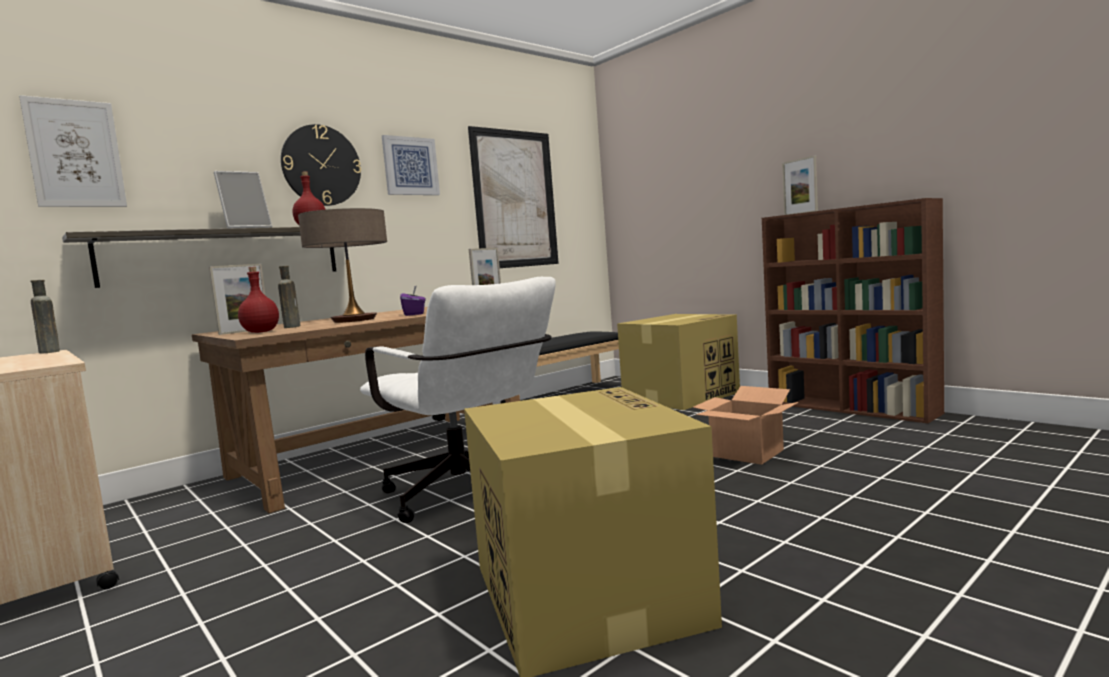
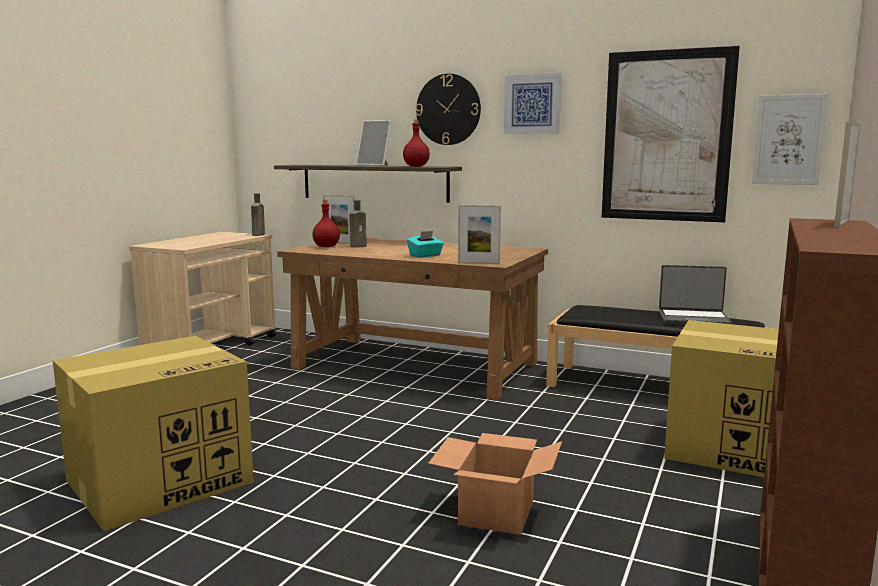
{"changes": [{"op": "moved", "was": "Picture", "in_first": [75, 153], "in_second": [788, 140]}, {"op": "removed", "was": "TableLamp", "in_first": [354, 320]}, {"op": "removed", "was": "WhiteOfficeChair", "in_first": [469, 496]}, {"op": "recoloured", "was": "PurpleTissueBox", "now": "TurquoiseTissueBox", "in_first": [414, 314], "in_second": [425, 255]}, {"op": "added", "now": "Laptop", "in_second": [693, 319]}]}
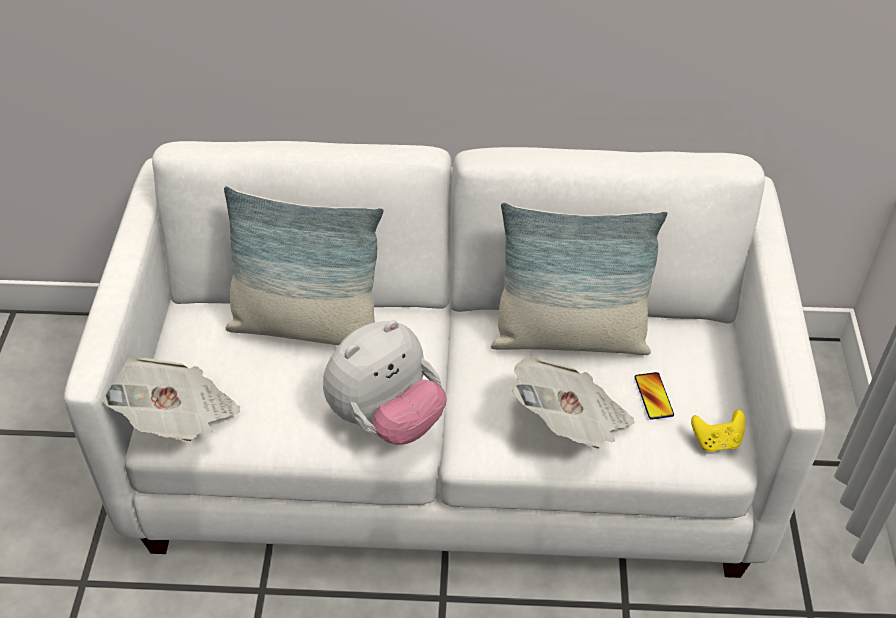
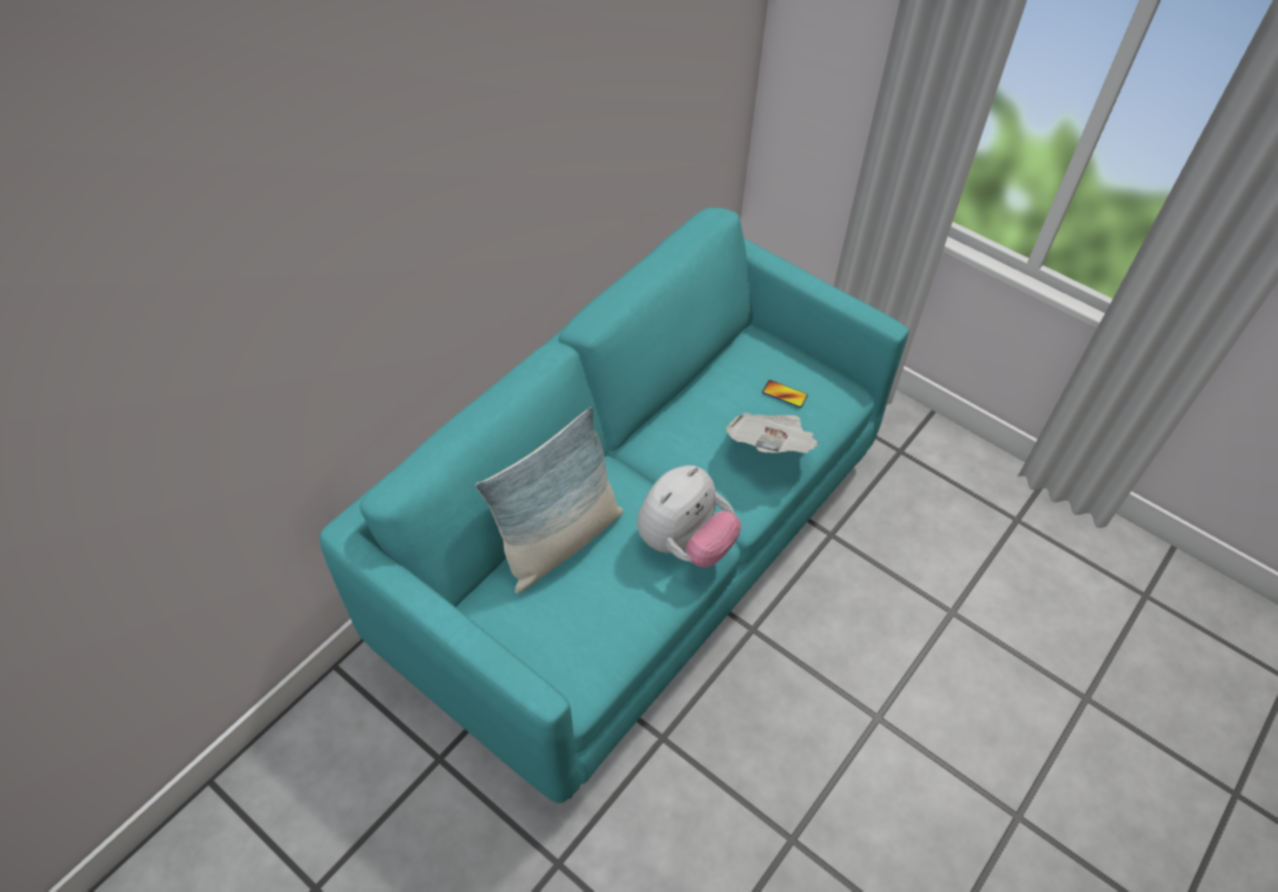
{"changes": [{"op": "recoloured", "was": "WhiteSofa", "now": "TurquoiseSofa", "in_first": [450, 444], "in_second": [635, 548]}, {"op": "removed", "was": "Pillow", "in_first": [569, 337]}, {"op": "turned", "was": "PlushToy", "in_first": [386, 418], "in_second": [685, 543], "clockwise": 45}, {"op": "removed", "was": "Newspaper", "in_first": [177, 417]}, {"op": "removed", "was": "YellowGameController", "in_first": [716, 441]}]}
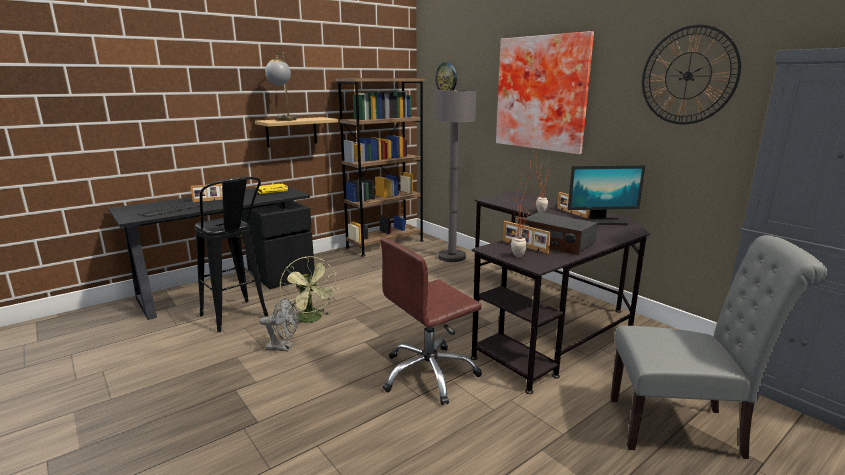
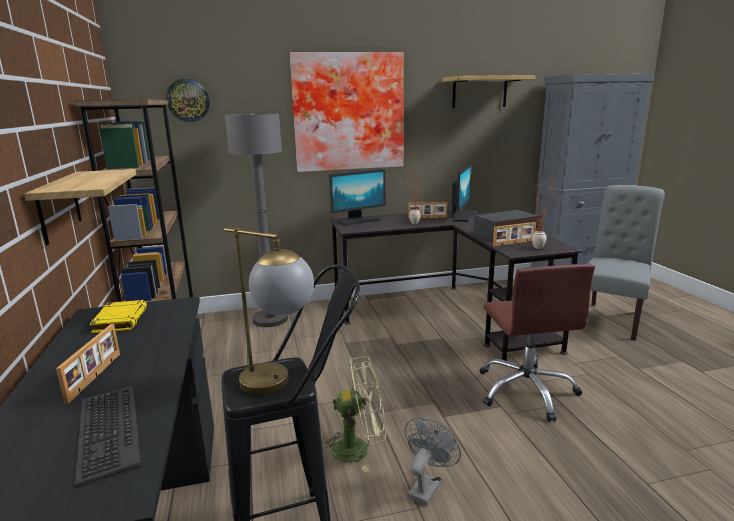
{"changes": [{"op": "replaced", "was": "WallClock", "now": "Shelf", "in_first": [688, 76], "in_second": [479, 92]}, {"op": "moved", "was": "TableLamp", "in_first": [284, 120], "in_second": [279, 386]}, {"op": "added", "now": "Monitor", "in_second": [358, 221]}]}
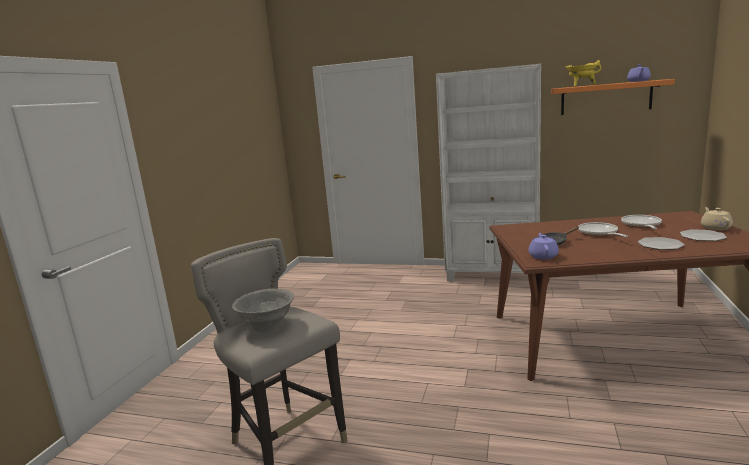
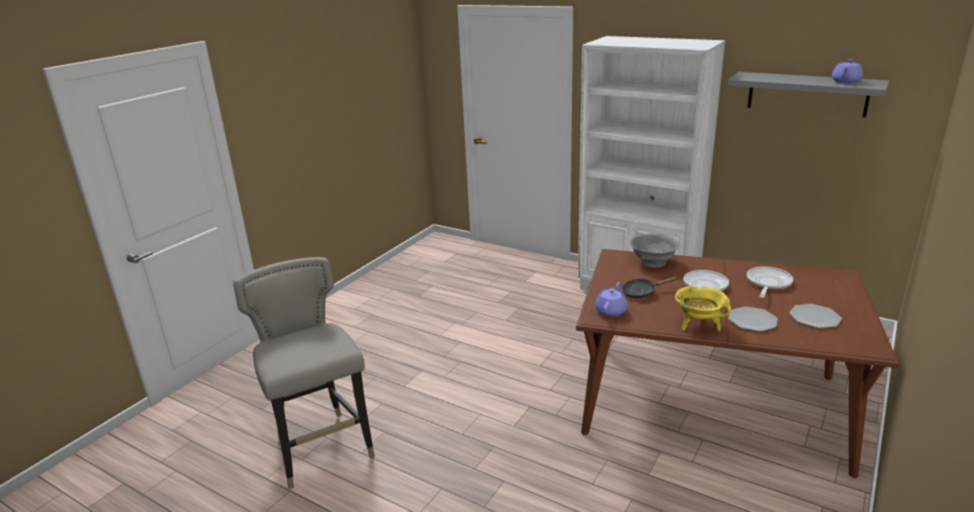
{"changes": [{"op": "moved", "was": "YellowCookingPot", "in_first": [581, 86], "in_second": [698, 326]}, {"op": "recoloured", "was": "OrangeShelf", "now": "GreyShelf", "in_first": [605, 98], "in_second": [807, 94]}, {"op": "removed", "was": "BeigeTeapot", "in_first": [715, 228]}, {"op": "moved", "was": "GreyBowl", "in_first": [267, 325], "in_second": [653, 262]}]}
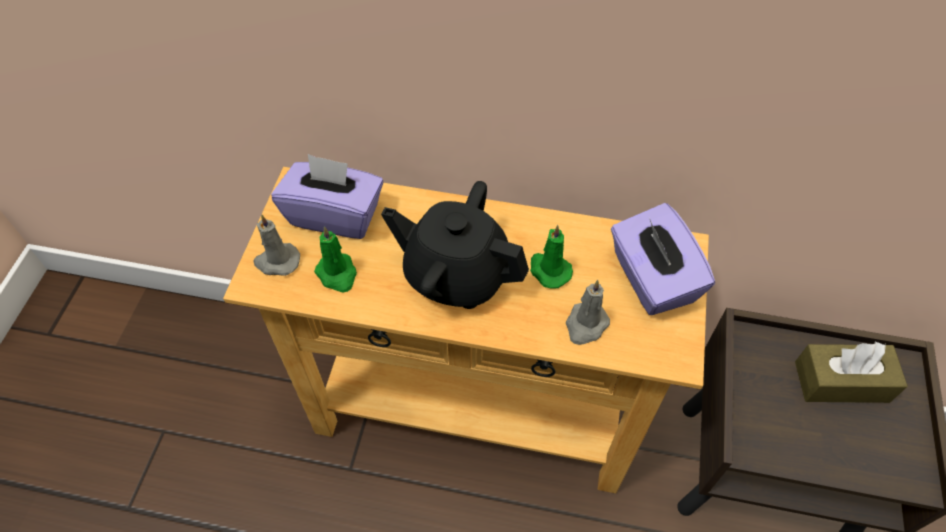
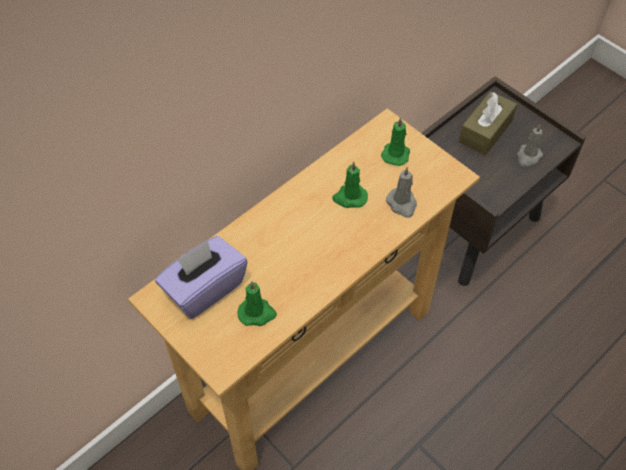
{"changes": [{"op": "removed", "was": "BlackTeapot", "in_first": [456, 275]}, {"op": "replaced", "was": "PurpleTissueBox", "now": "GreenCandle", "in_first": [651, 279], "in_second": [396, 153]}, {"op": "moved", "was": "GreyCandle", "in_first": [277, 261], "in_second": [528, 156]}]}
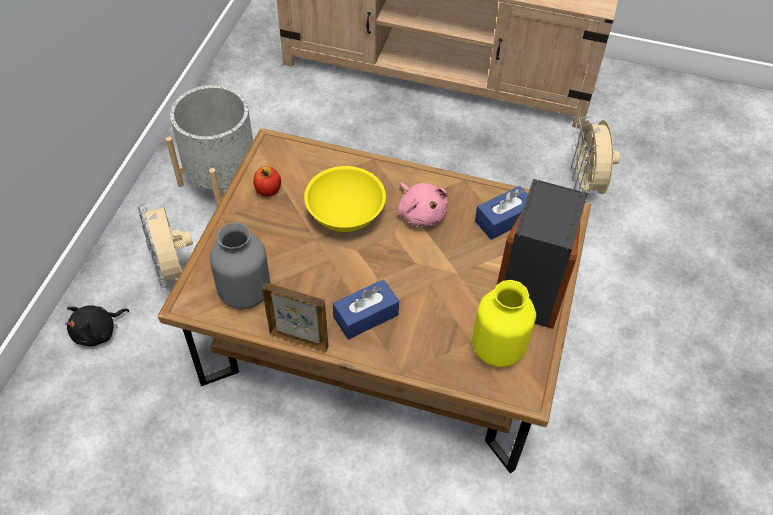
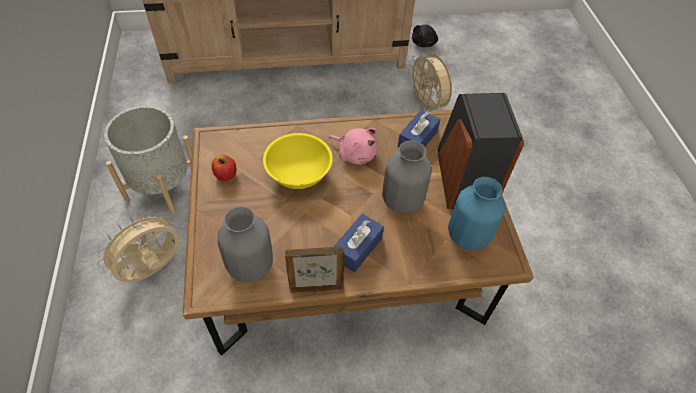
{"changes": [{"op": "turned", "was": "BeigeFan", "in_first": [173, 271], "in_second": [153, 270], "clockwise": 90}, {"op": "recoloured", "was": "YellowVase", "now": "BlueVase", "in_first": [497, 348], "in_second": [467, 236]}, {"op": "moved", "was": "BlackPlushToy", "in_first": [98, 332], "in_second": [424, 43]}, {"op": "added", "now": "GreyVase", "in_second": [403, 200]}]}
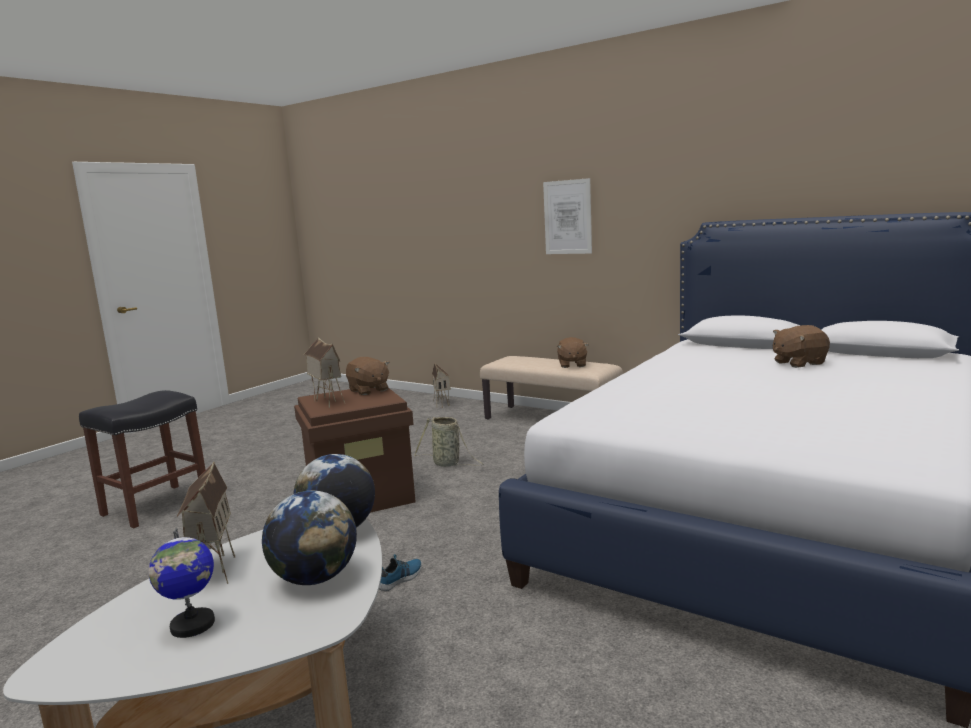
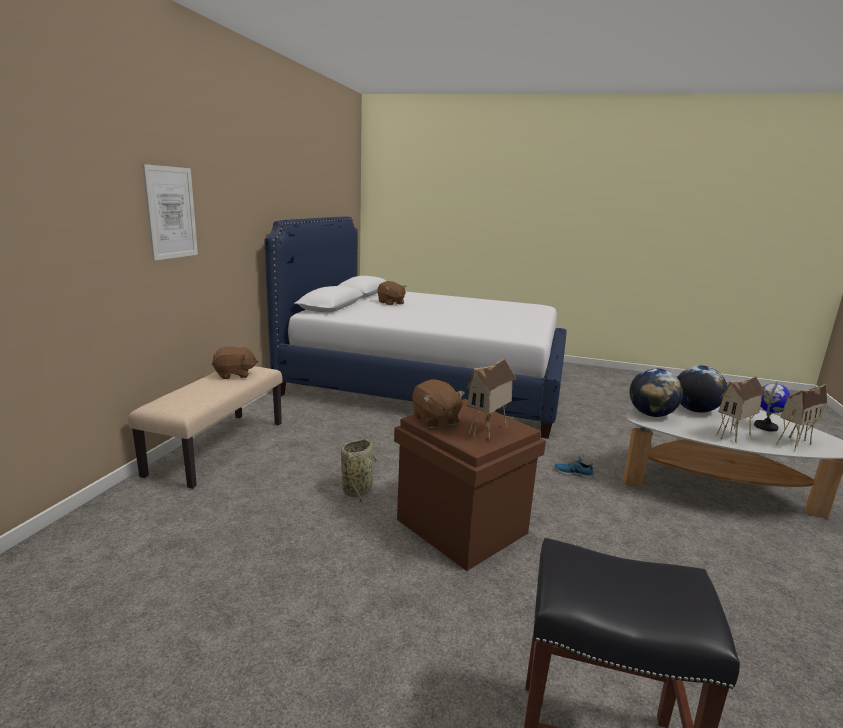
{"changes": [{"op": "turned", "was": "BrownPlushToy", "in_first": [368, 390], "in_second": [435, 420], "clockwise": 120}, {"op": "moved", "was": "ToyHouse", "in_first": [442, 404], "in_second": [792, 442]}]}
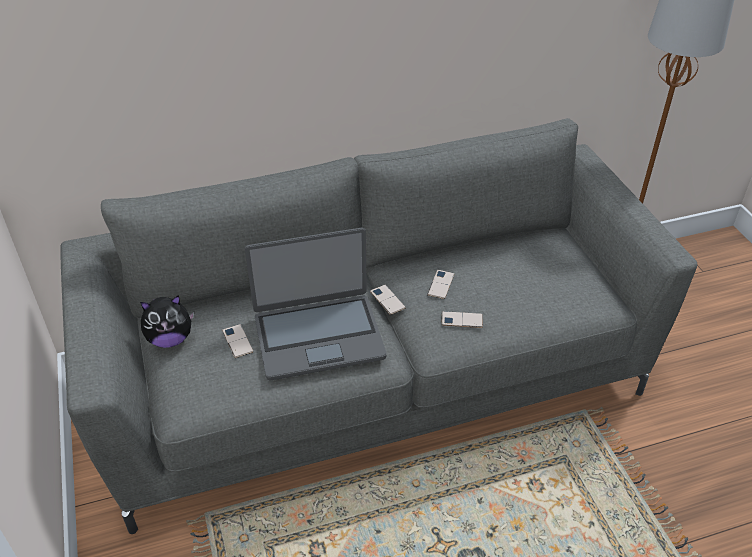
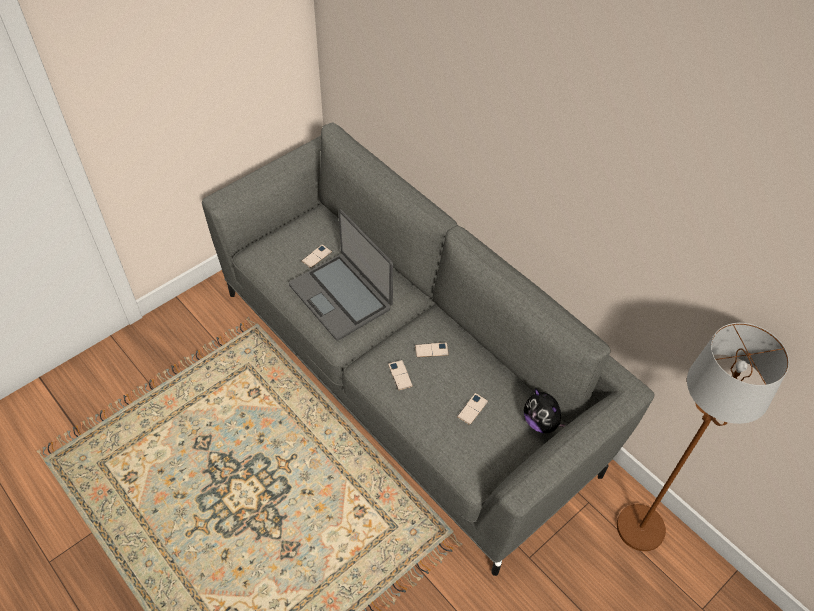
{"changes": [{"op": "moved", "was": "Phone", "in_first": [387, 300], "in_second": [472, 409]}, {"op": "moved", "was": "PlushToy", "in_first": [170, 339], "in_second": [541, 422]}]}
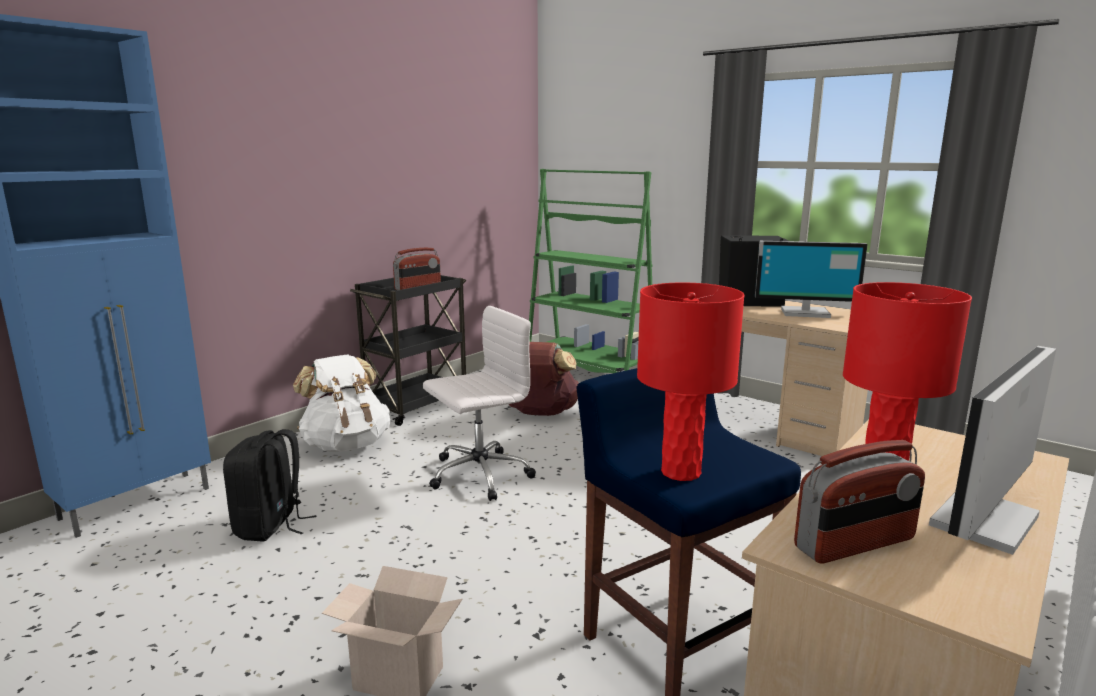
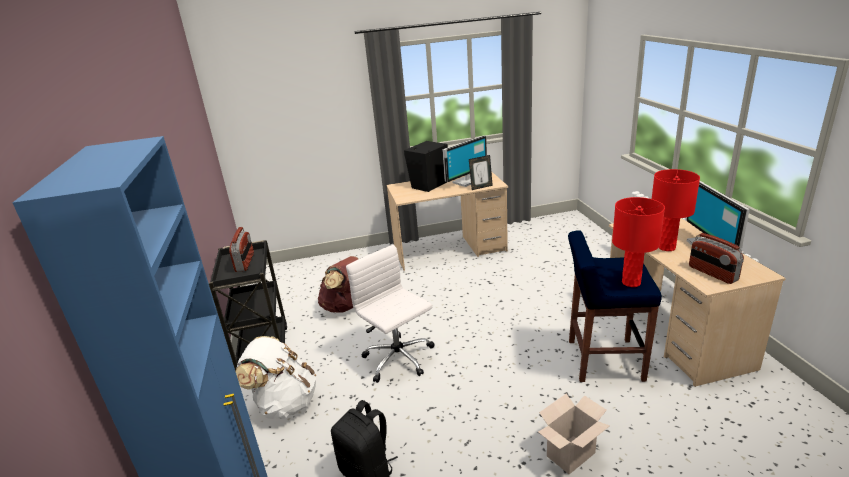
{"changes": [{"op": "removed", "was": "GreenBookcase", "in_first": [589, 372]}, {"op": "turned", "was": "WhiteOfficeChair", "in_first": [478, 475], "in_second": [399, 359], "clockwise": -45}, {"op": "turned", "was": "Radio", "in_first": [855, 544], "in_second": [712, 273], "clockwise": 135}, {"op": "added", "now": "PictureFrame", "in_second": [481, 187]}]}
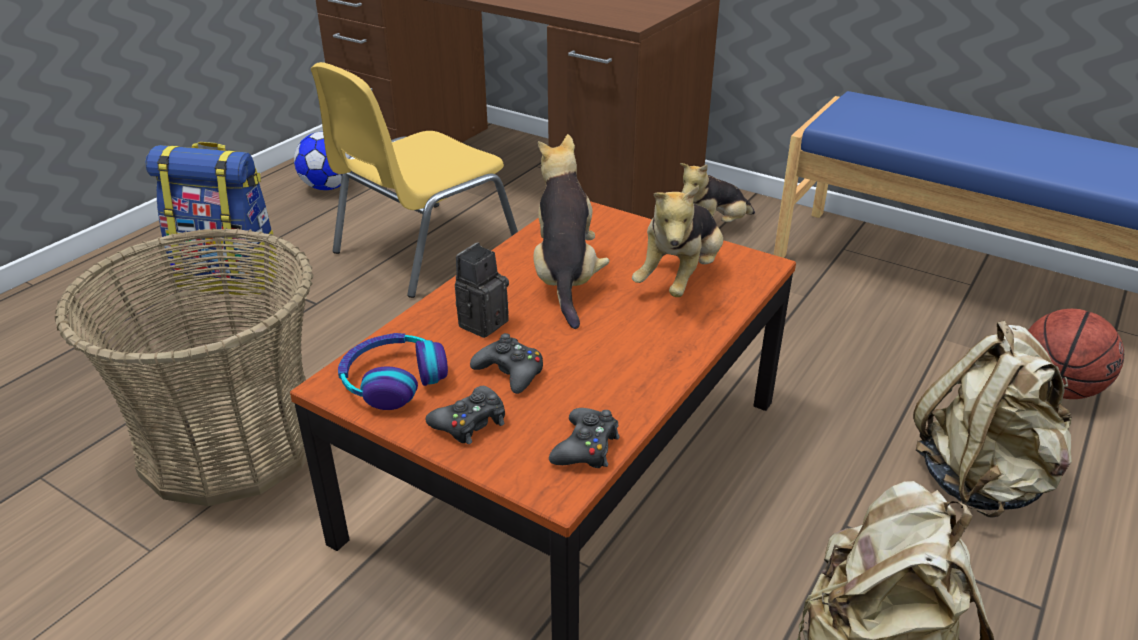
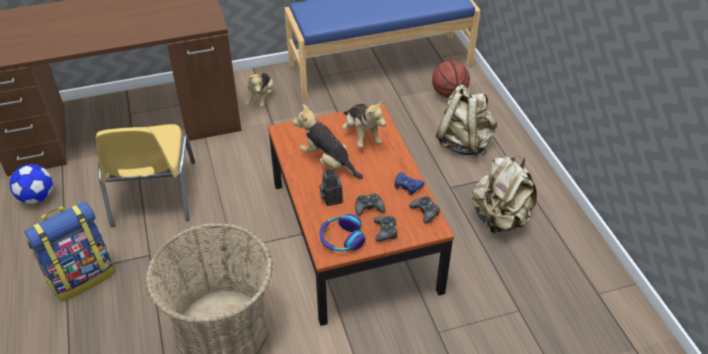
{"changes": [{"op": "added", "now": "BlueGameController", "in_second": [407, 186]}]}
